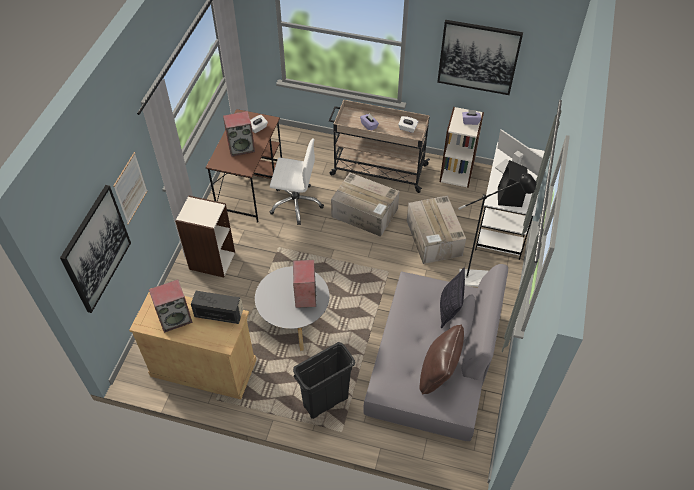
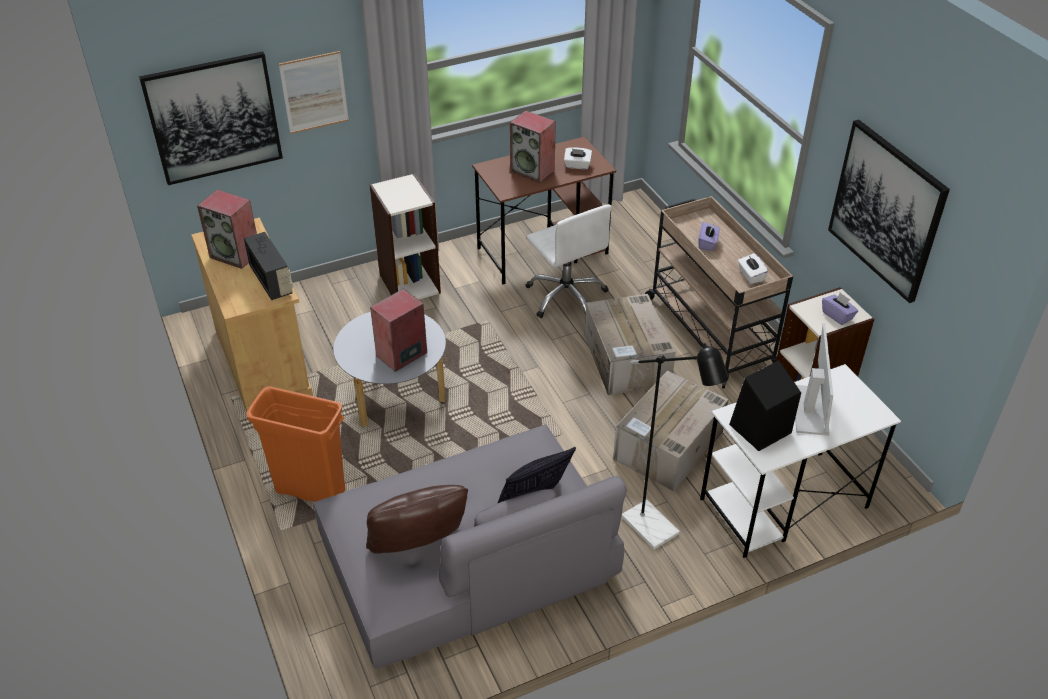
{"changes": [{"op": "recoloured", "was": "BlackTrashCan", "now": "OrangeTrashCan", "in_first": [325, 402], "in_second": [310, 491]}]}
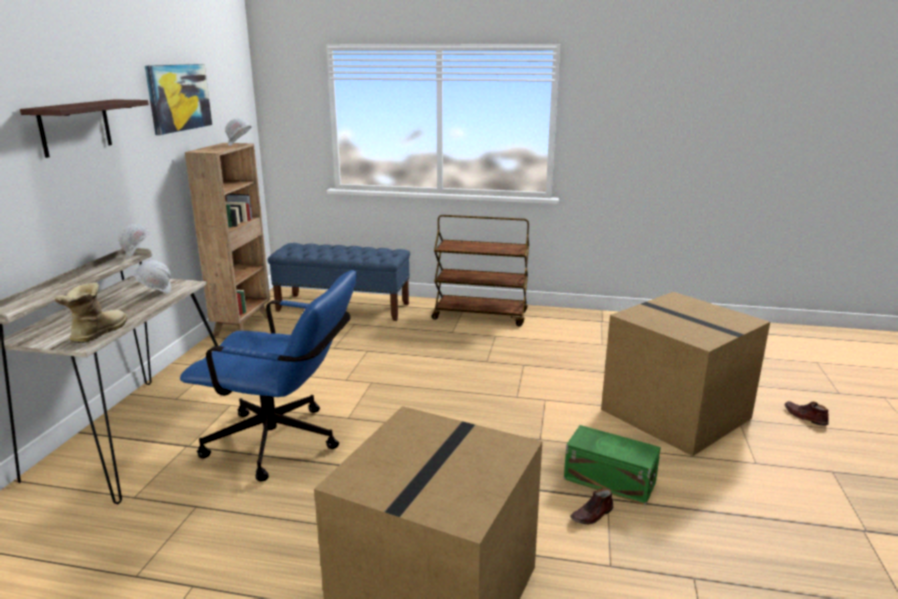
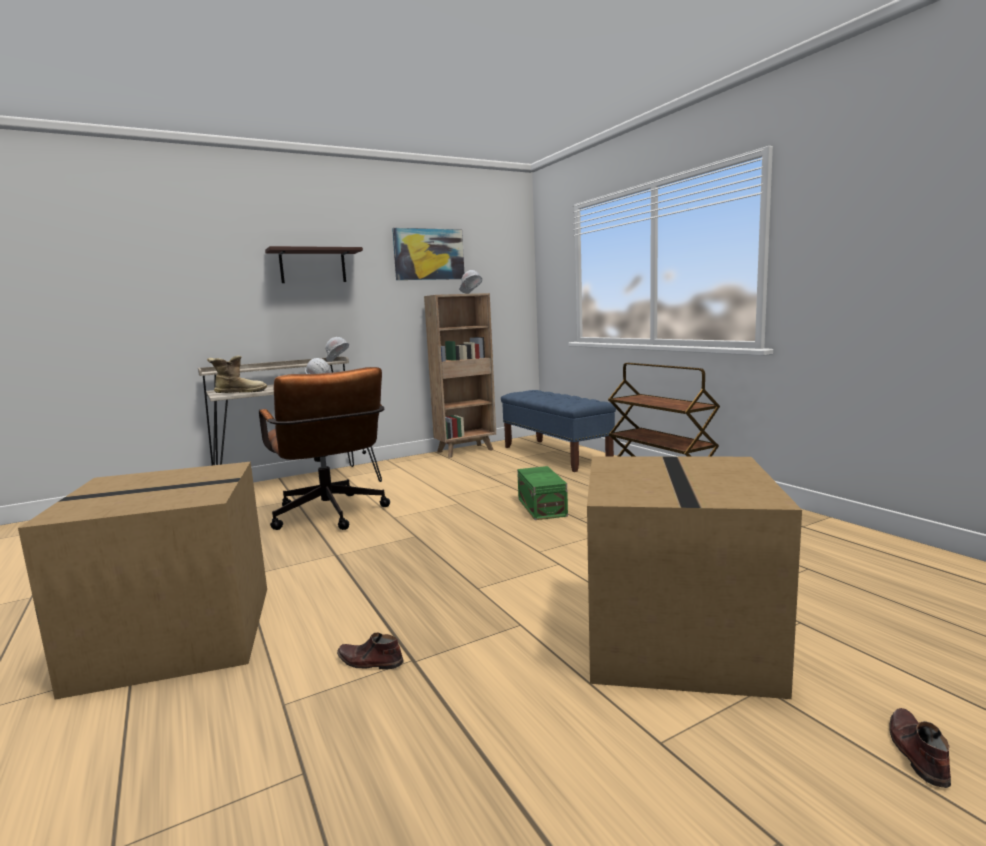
{"changes": [{"op": "recoloured", "was": "BlueOfficeChair", "now": "BrownOfficeChair", "in_first": [284, 443], "in_second": [331, 517]}, {"op": "moved", "was": "GreenStorageBox", "in_first": [608, 479], "in_second": [542, 506]}]}
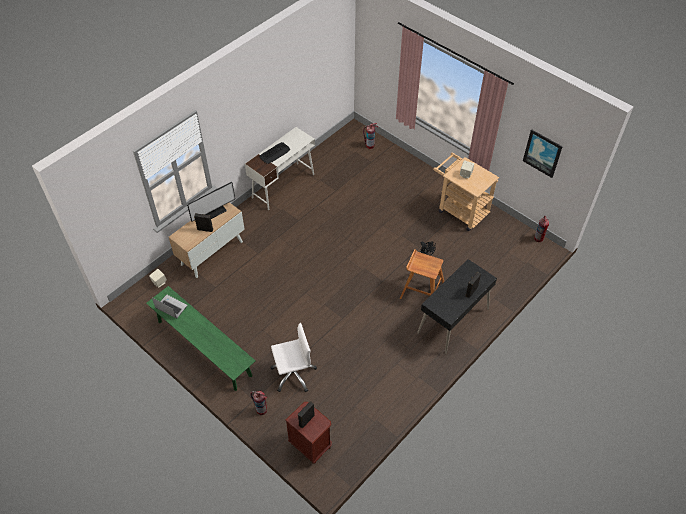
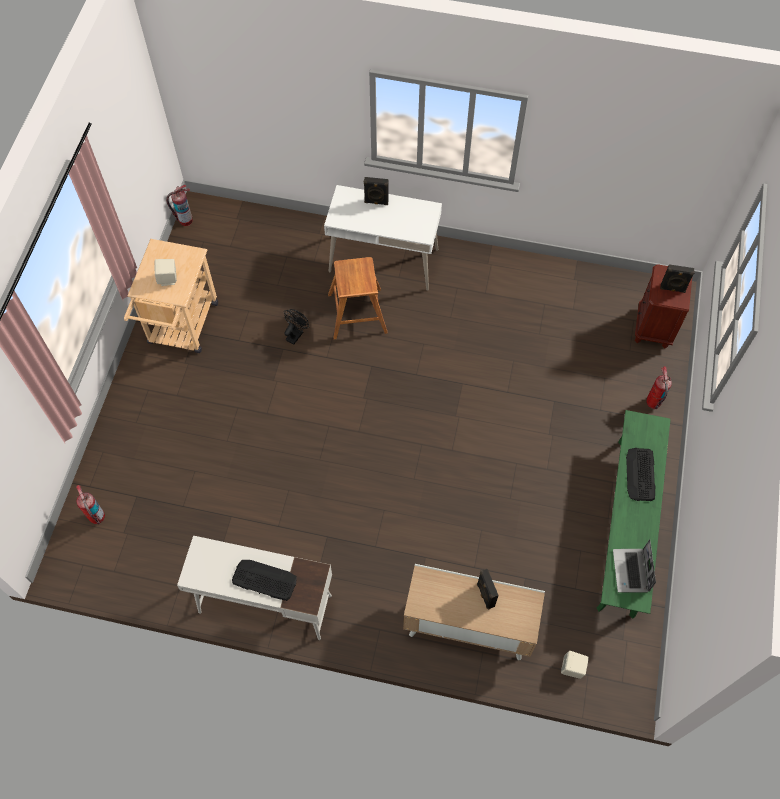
{"changes": [{"op": "removed", "was": "Picture", "in_first": [542, 153]}, {"op": "removed", "was": "Monitor", "in_first": [213, 213]}, {"op": "recoloured", "was": "BlackDesk", "now": "WhiteDesk", "in_first": [453, 321], "in_second": [383, 260]}, {"op": "removed", "was": "WhiteOfficeChair", "in_first": [293, 374]}, {"op": "added", "now": "Keyboard", "in_second": [640, 475]}]}
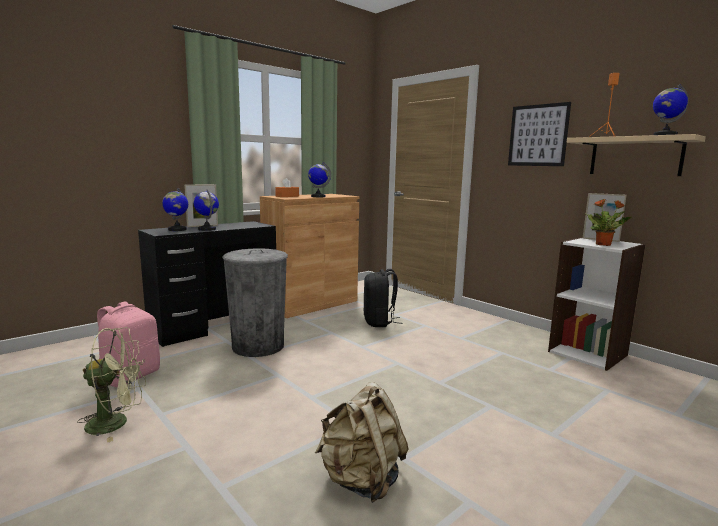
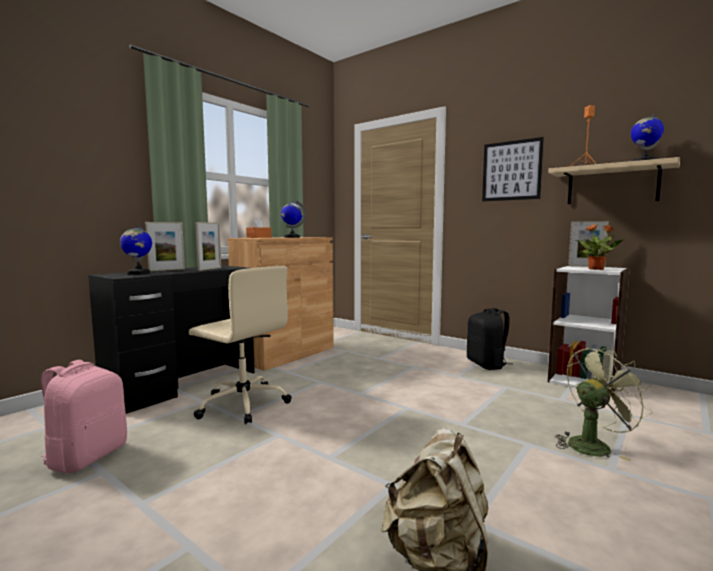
{"changes": [{"op": "removed", "was": "Globe", "in_first": [207, 229]}, {"op": "replaced", "was": "GreyTrashCan", "now": "BeigeOfficeChair", "in_first": [258, 346], "in_second": [242, 404]}, {"op": "moved", "was": "BlackBackpack", "in_first": [379, 322], "in_second": [487, 365]}, {"op": "moved", "was": "GreenFan", "in_first": [116, 423], "in_second": [594, 445]}, {"op": "added", "now": "PictureFrame", "in_second": [209, 269]}]}
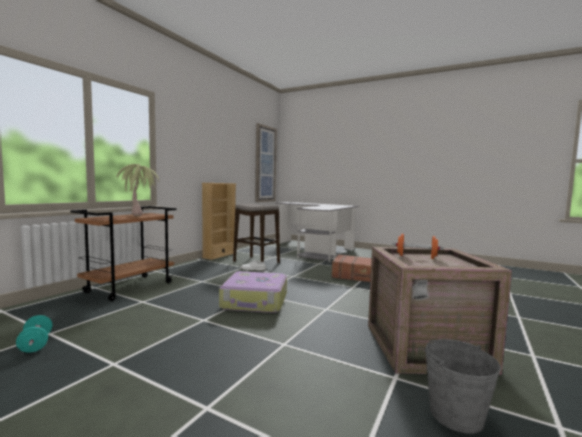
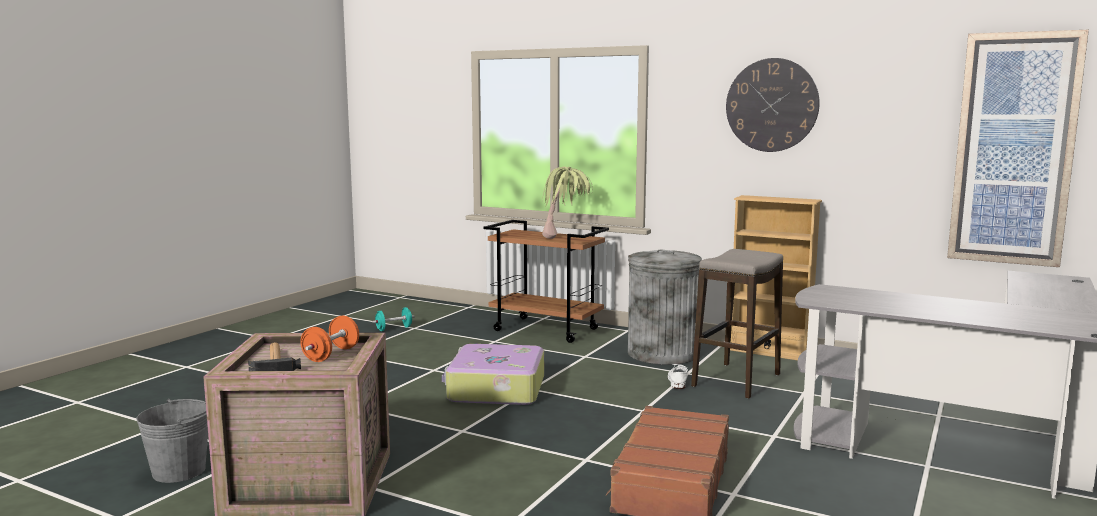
{"changes": [{"op": "added", "now": "WallClock", "in_second": [771, 105]}, {"op": "added", "now": "GreyTrashCan", "in_second": [662, 353]}, {"op": "added", "now": "Hammer", "in_second": [274, 362]}]}
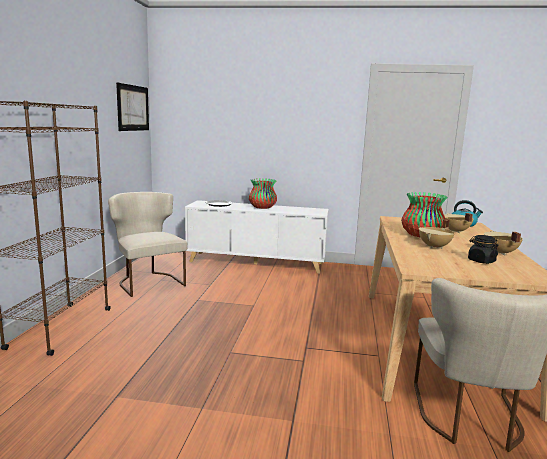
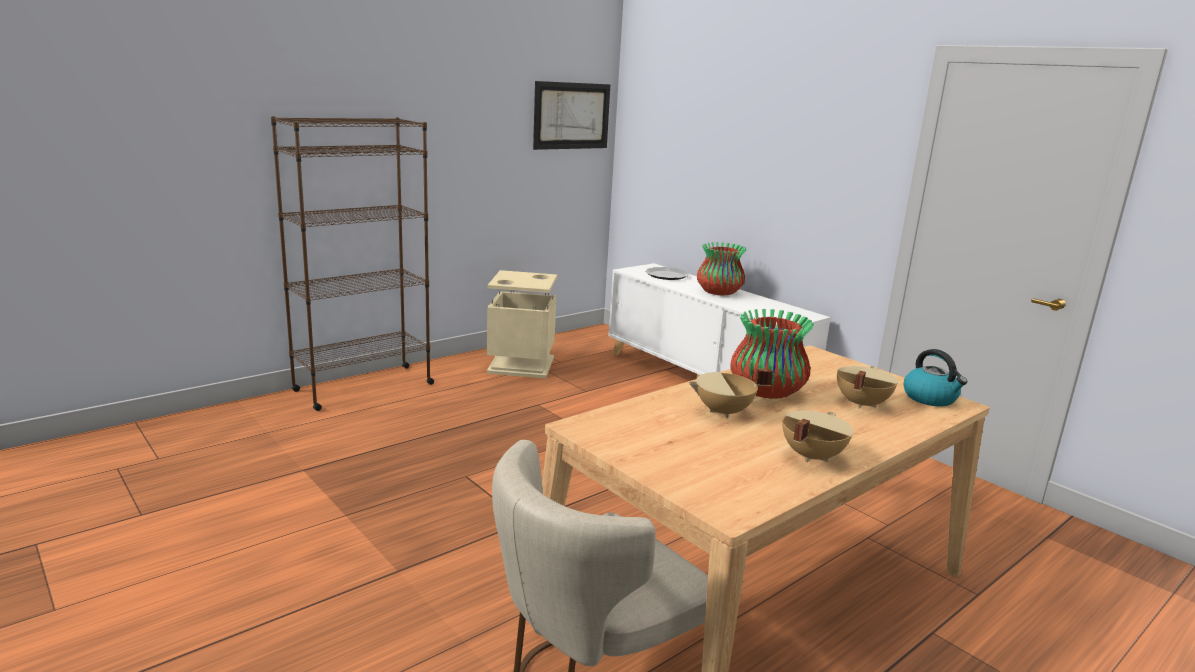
{"changes": [{"op": "replaced", "was": "BeigeChair", "now": "BeigeTrashCan", "in_first": [148, 282], "in_second": [522, 365]}, {"op": "removed", "was": "BlackJar", "in_first": [481, 261]}]}
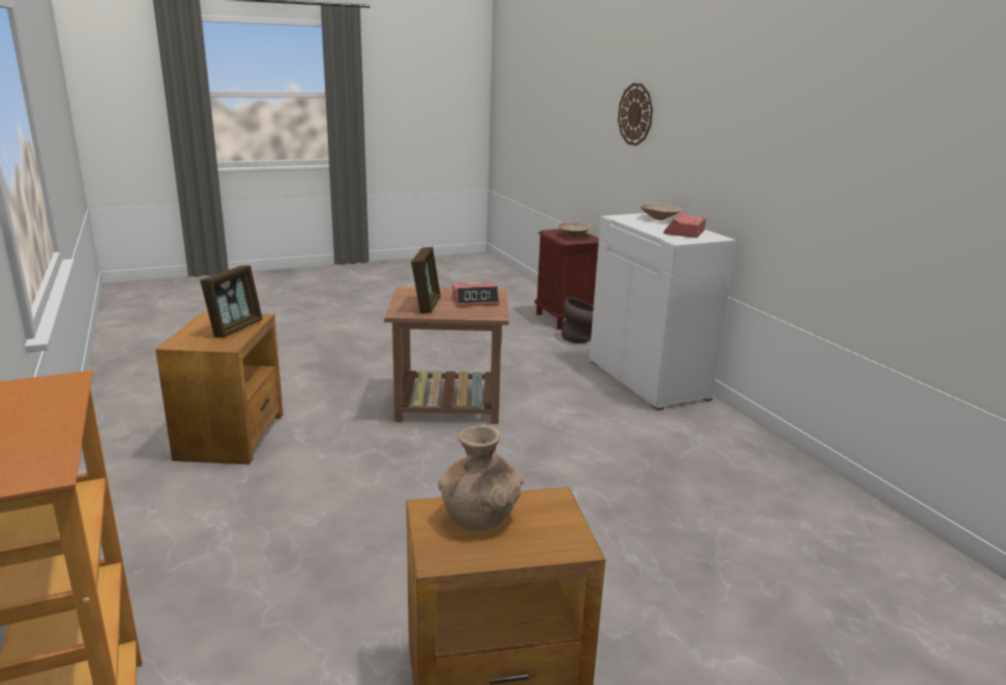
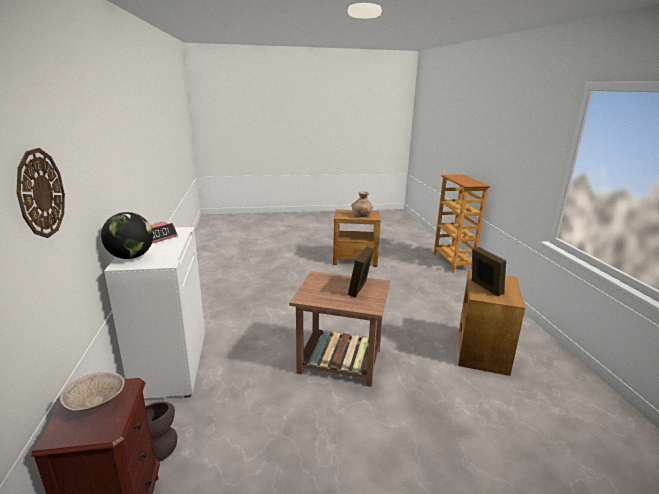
{"changes": [{"op": "replaced", "was": "BeigeBowl", "now": "Globe", "in_first": [659, 219], "in_second": [131, 257]}, {"op": "turned", "was": "PictureFrame", "in_first": [235, 328], "in_second": [484, 288], "clockwise": 120}, {"op": "removed", "was": "AlarmClock", "in_first": [475, 301]}]}
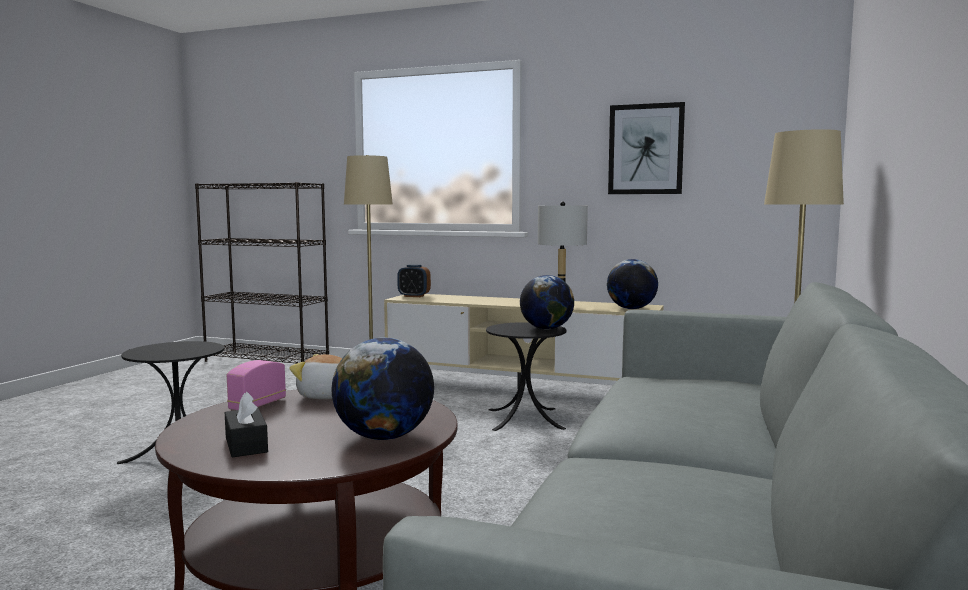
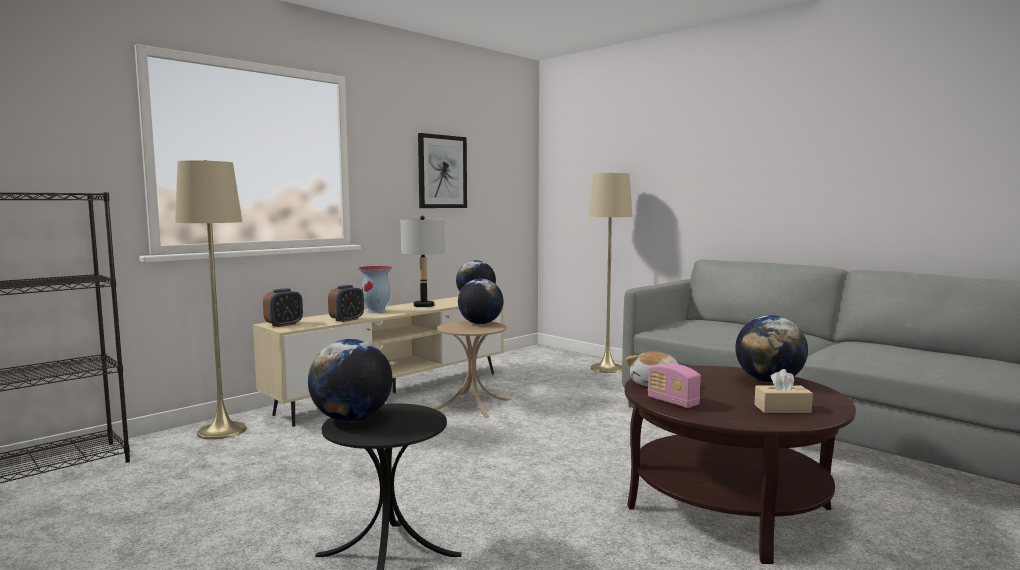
{"changes": [{"op": "recoloured", "was": "BlackSideTable", "now": "BeigeSideTable", "in_first": [525, 419], "in_second": [472, 404]}, {"op": "recoloured", "was": "BlackTissueBox", "now": "BeigeTissueBox", "in_first": [246, 444], "in_second": [782, 408]}, {"op": "added", "now": "Vase", "in_second": [377, 311]}, {"op": "added", "now": "AlarmClock", "in_second": [347, 319]}, {"op": "added", "now": "Globe", "in_second": [352, 419]}]}
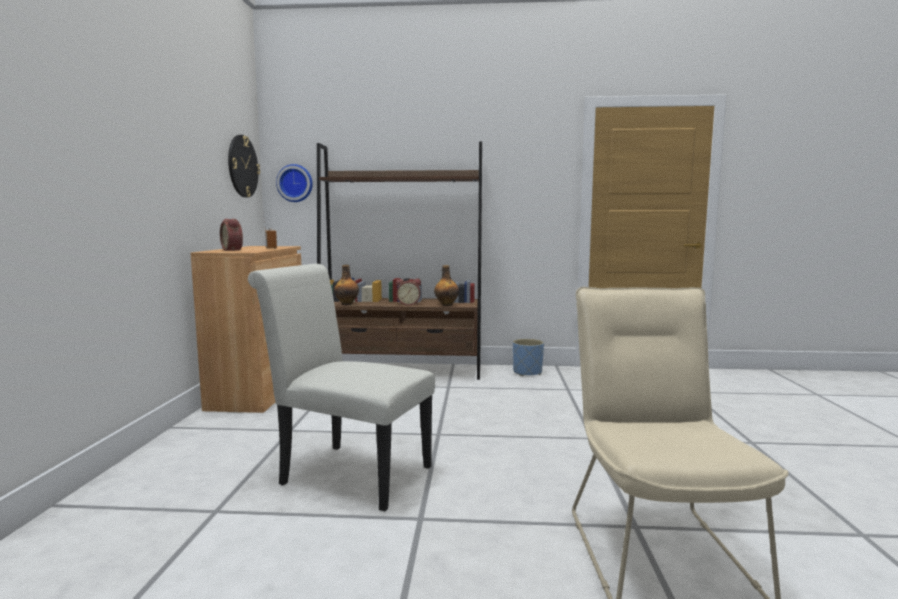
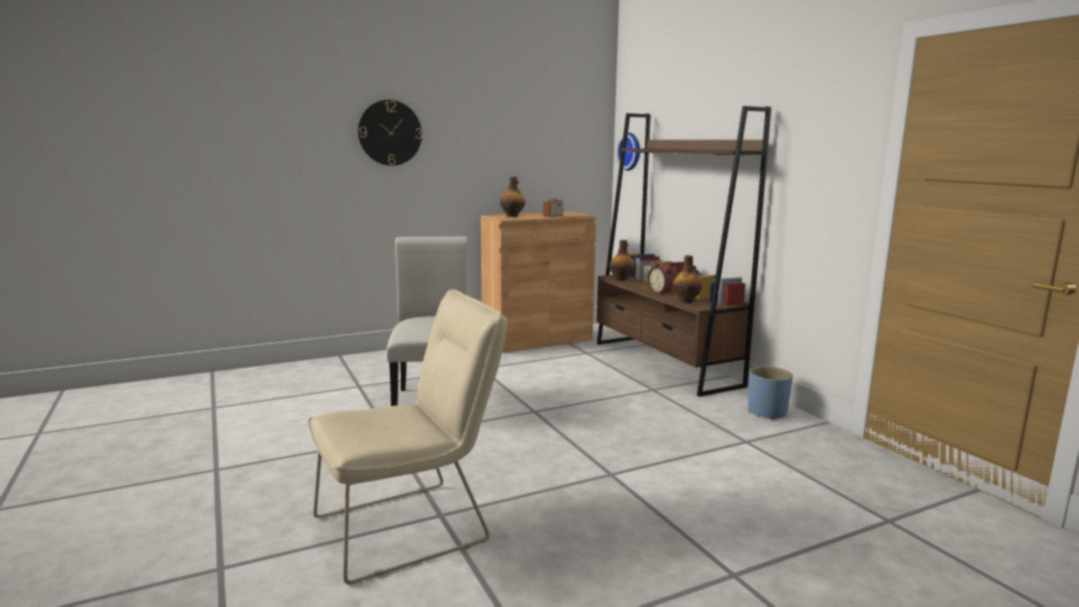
{"changes": [{"op": "moved", "was": "WallClock", "in_first": [242, 166], "in_second": [390, 133]}, {"op": "replaced", "was": "AlarmClock", "now": "Bottle", "in_first": [234, 250], "in_second": [512, 216]}]}
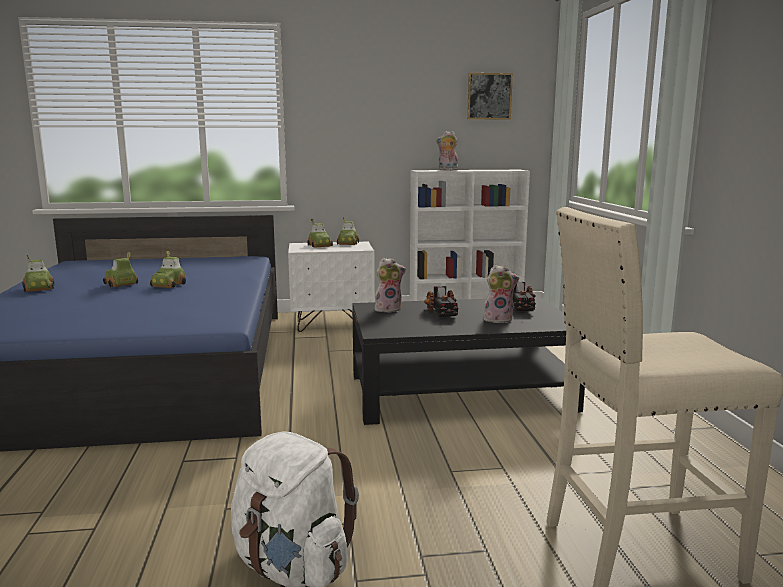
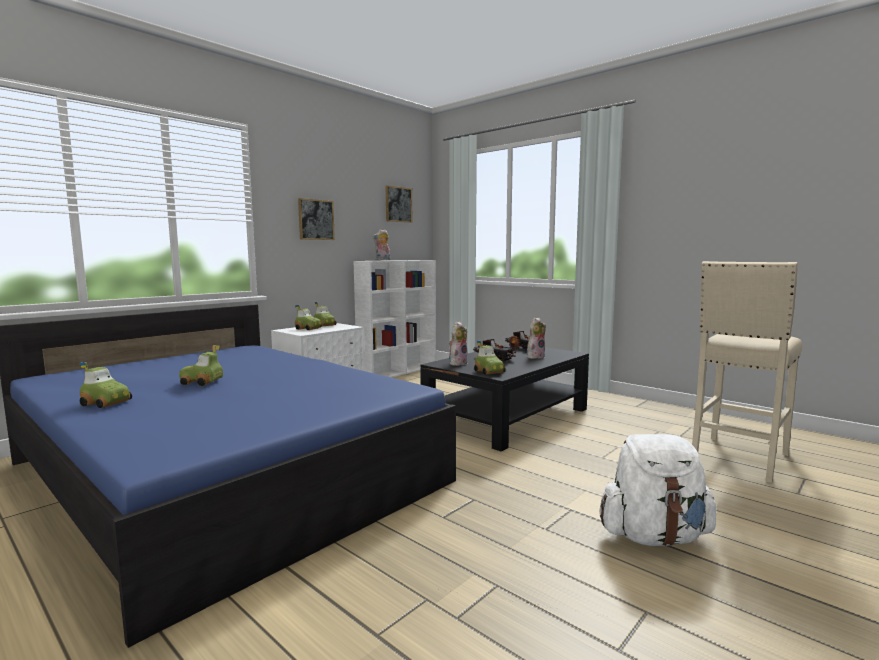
{"changes": [{"op": "moved", "was": "ToyCar", "in_first": [169, 285], "in_second": [490, 371]}, {"op": "added", "now": "Picture", "in_second": [316, 219]}]}
